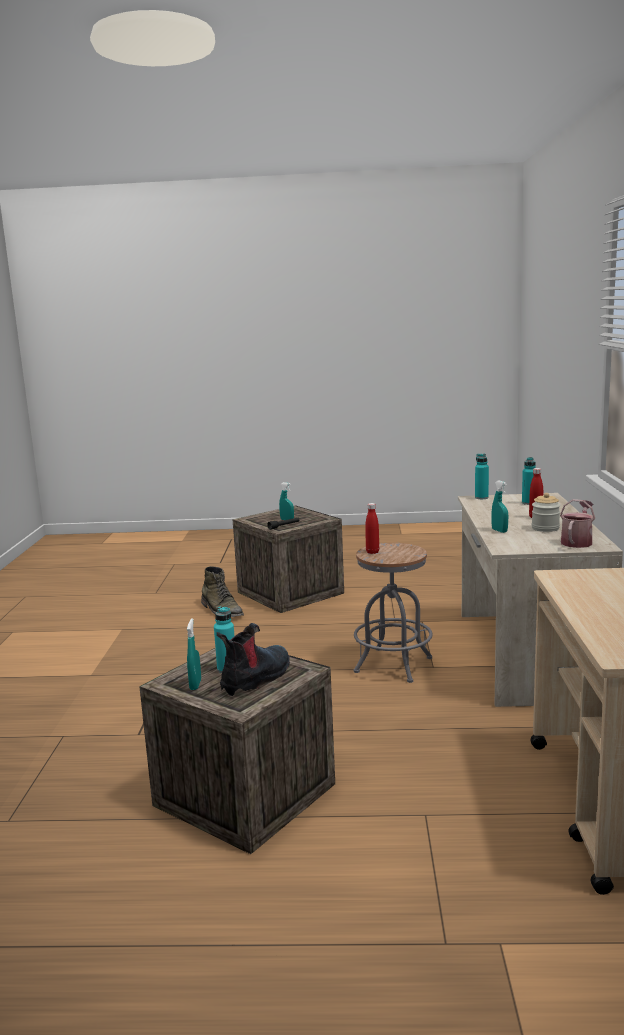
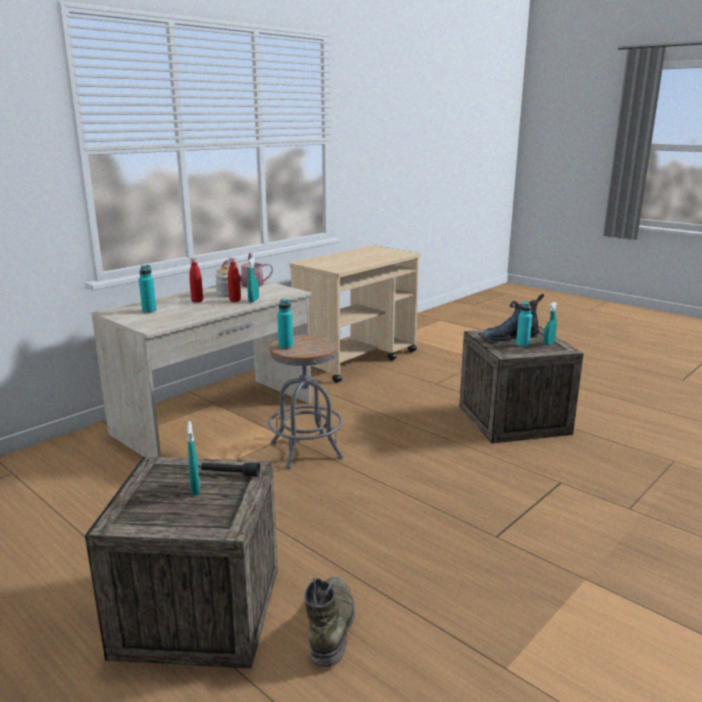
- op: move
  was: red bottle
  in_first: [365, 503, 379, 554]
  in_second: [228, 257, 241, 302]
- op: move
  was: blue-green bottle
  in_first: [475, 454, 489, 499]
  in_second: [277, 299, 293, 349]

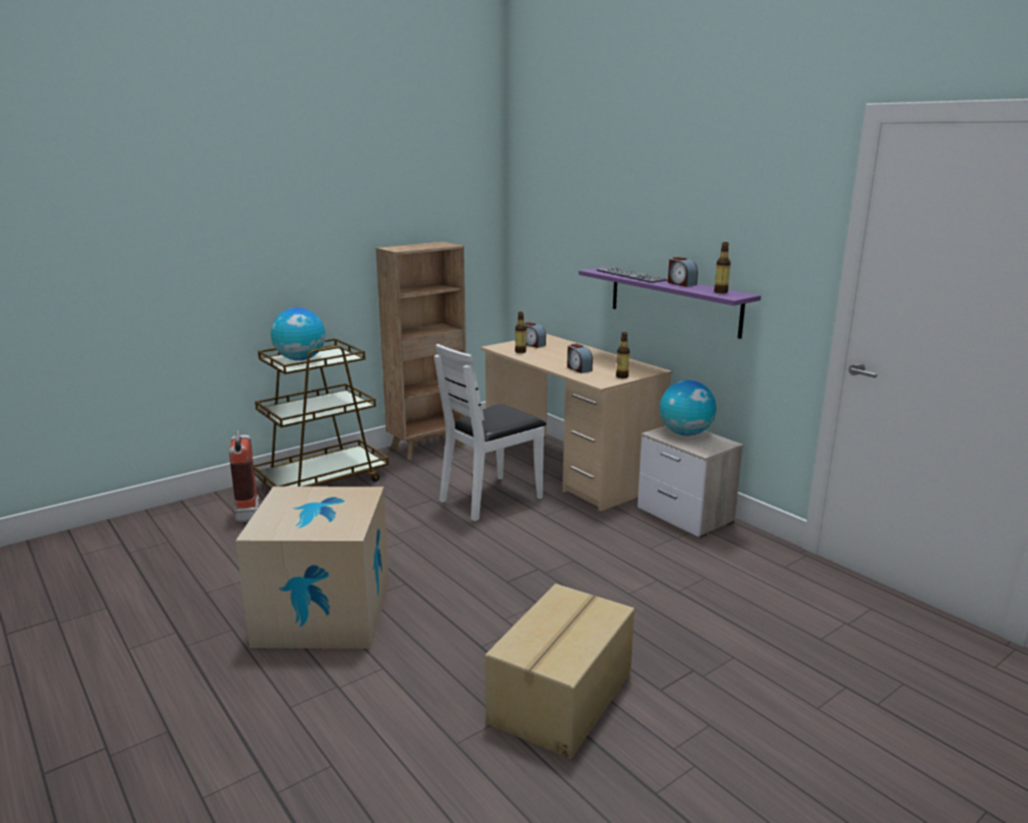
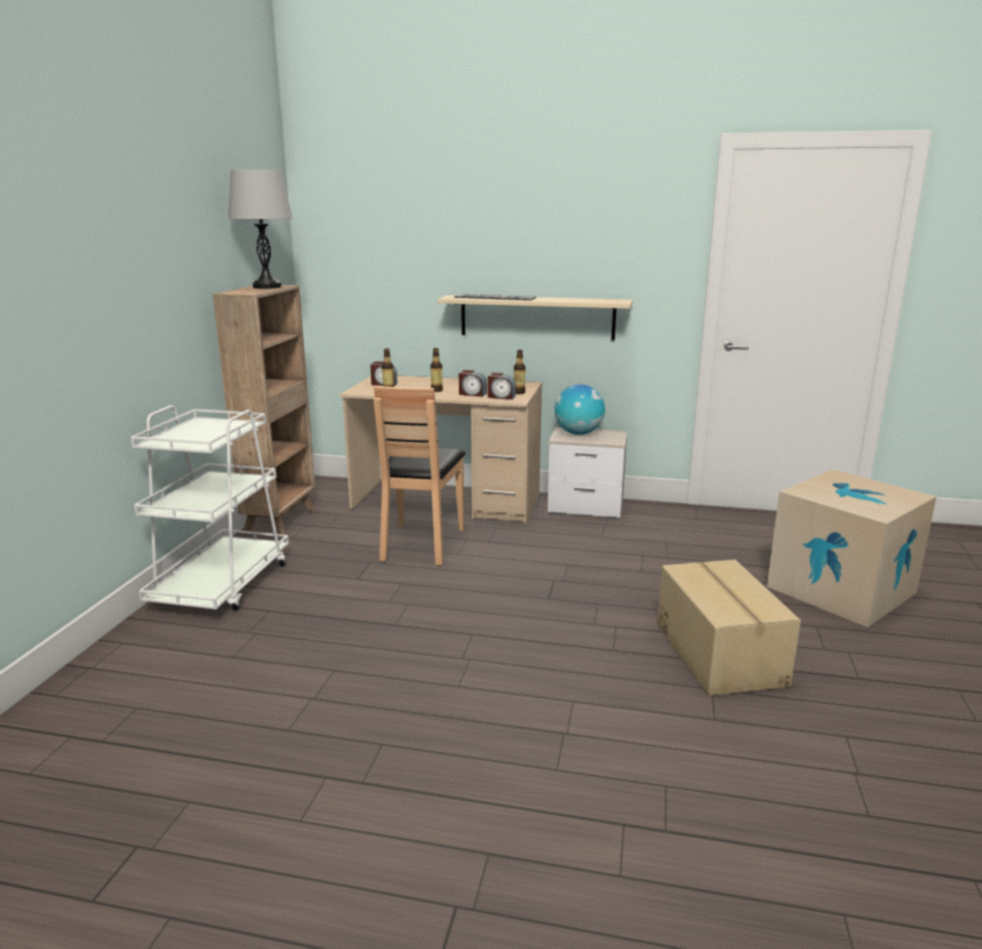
- op: delete
  was: fire-fighting cylinder
  in_first: [229, 430, 260, 522]
- op: delete
  was: world globe
  in_first: [271, 308, 325, 361]
- op: insert
  now: gray lamp for a table
  in_second: [228, 169, 292, 289]
- op: move
  was: cardboard box
  in_first: [236, 486, 389, 649]
  in_second: [767, 469, 937, 627]
- op: move
  was: table clock
  in_first: [668, 257, 698, 287]
  in_second: [488, 372, 516, 400]
- op: move
  was: bottle
  in_first: [714, 242, 731, 293]
  in_second: [430, 348, 443, 392]
- op: recolor
  was: brown-coloured trolley
  now: white-coloured trolley
  in_first: [253, 338, 389, 489]
  in_second: [131, 405, 289, 611]
- op: recolor
  was: white-coloured upright chair
  now: brown-coloured upright chair
  in_first: [434, 344, 546, 521]
  in_second: [374, 386, 466, 566]
- op: recolor
  was: purple-coloured shelf
  now: beige shelf
  in_first: [579, 267, 761, 339]
  in_second: [438, 295, 632, 340]

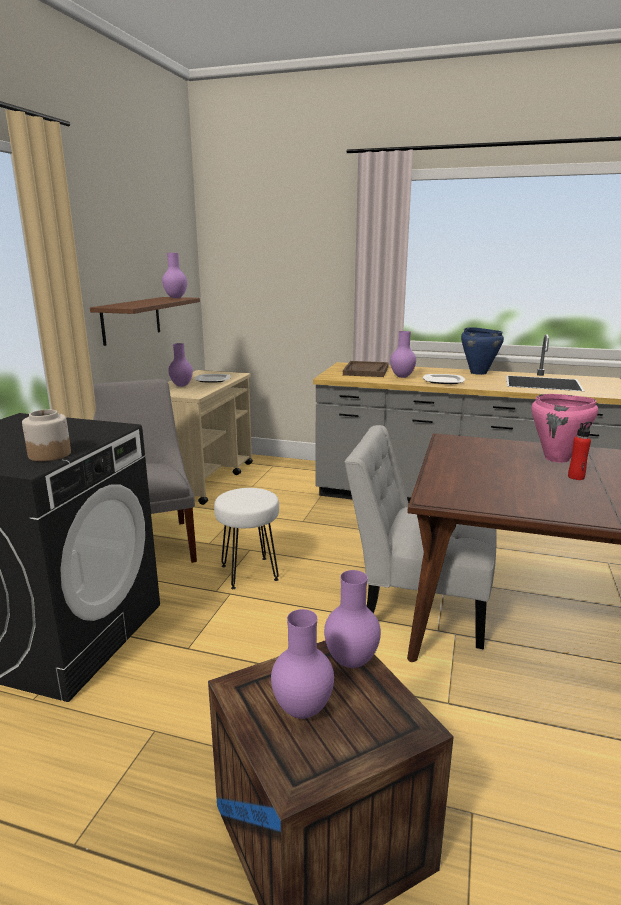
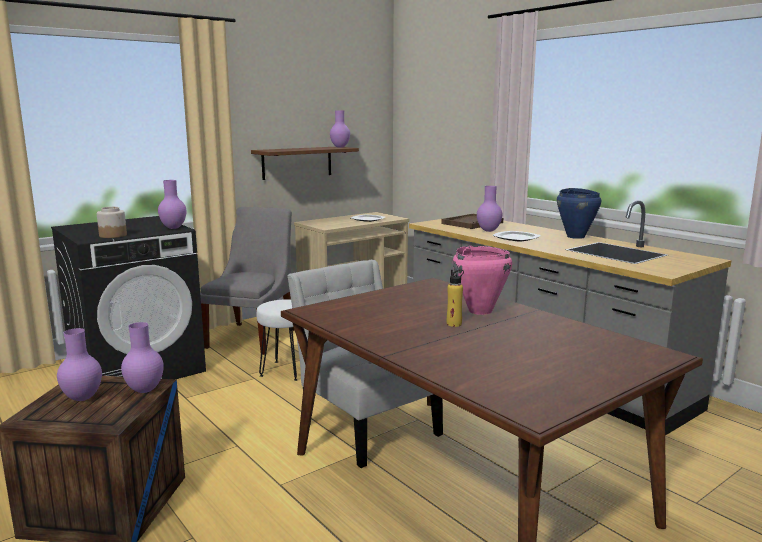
- op: move
  was: purple-coloured vase
  in_first: [168, 343, 193, 387]
  in_second: [158, 180, 186, 229]
- op: recolor
  was: red bottle
  now: yellowish bottle
  in_first: [568, 421, 592, 480]
  in_second: [447, 269, 464, 327]

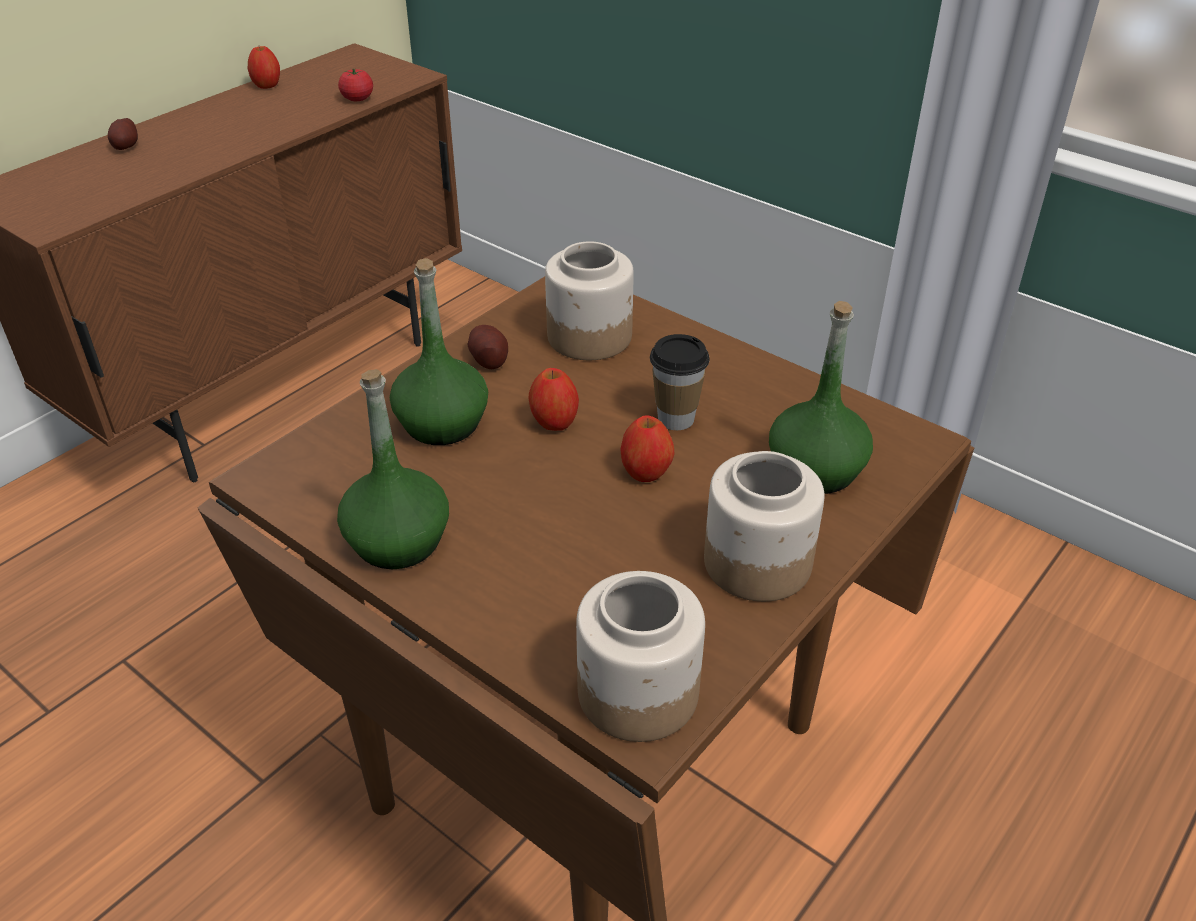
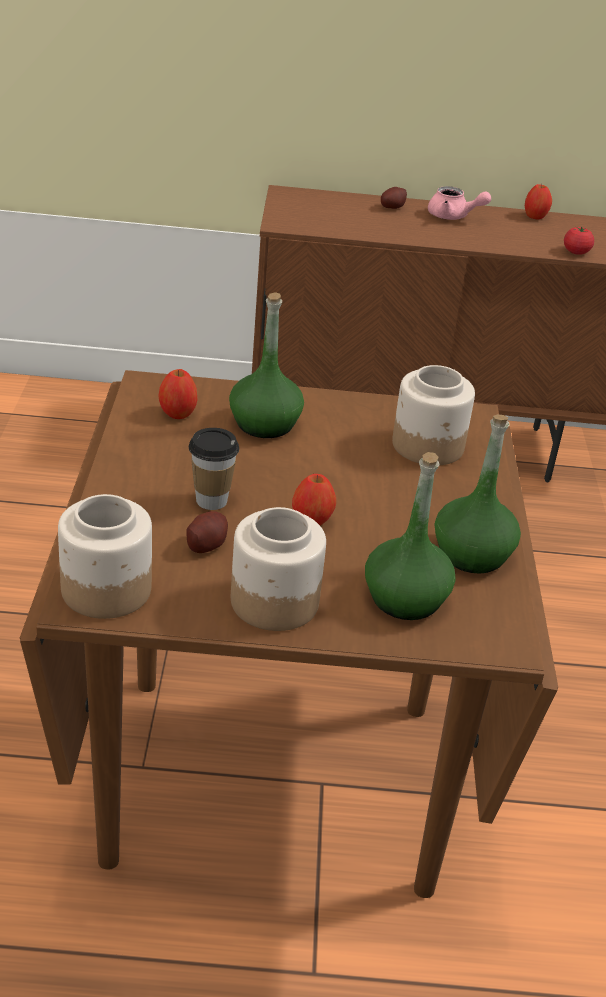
- op: insert
  now: pink pot for tea
  in_second: [428, 186, 491, 220]
- op: move
  was: green bottle
  in_first: [337, 369, 449, 569]
  in_second: [435, 415, 521, 574]
- op: move
  was: spud
  in_first: [468, 325, 508, 369]
  in_second: [186, 511, 228, 553]
- op: move
  was: apple fruit
  in_first: [529, 368, 579, 431]
  in_second: [159, 369, 198, 419]
- op: move
  was: small cup
  in_first: [650, 334, 710, 430]
  in_second: [189, 428, 239, 510]

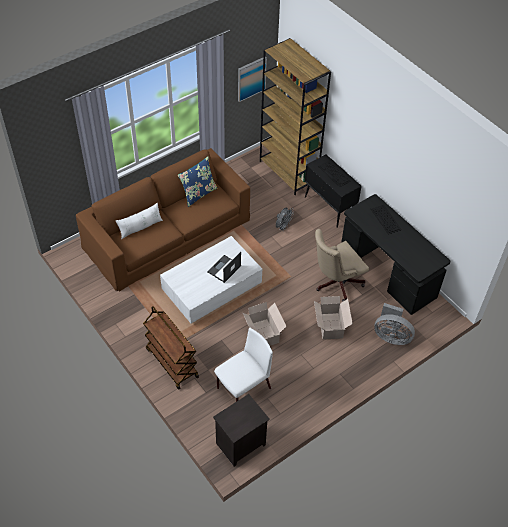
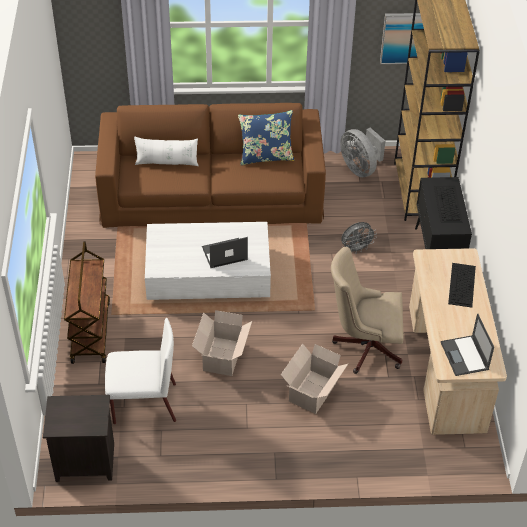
- op: insert
  now: notebook computer
  in_second: [441, 313, 494, 376]
- op: move
  was: gray electric fan
  in_first: [374, 303, 415, 345]
  in_second: [340, 128, 385, 177]
- op: recolor
  was: black desk table
  now: beige desk table
  in_first: [341, 194, 451, 315]
  in_second: [409, 248, 507, 435]

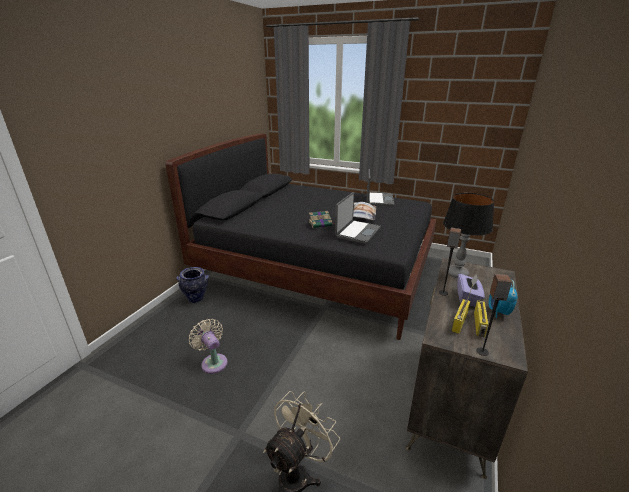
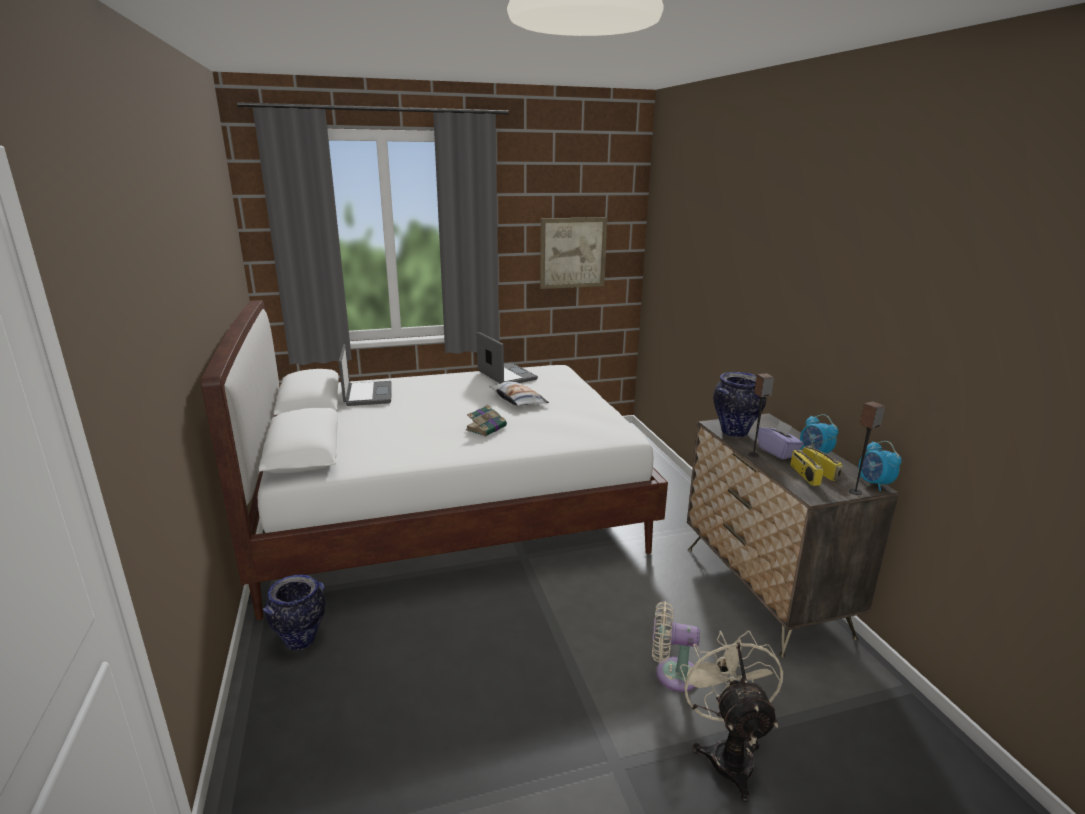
- op: insert
  now: wall picture
  in_second: [540, 217, 607, 289]
- op: insert
  now: table clock
  in_second: [859, 441, 902, 491]
- op: move
  was: beige electric fan
  in_first: [189, 319, 228, 374]
  in_second: [652, 601, 700, 692]
- op: move
  was: notebook computer
  in_first: [335, 192, 381, 244]
  in_second: [339, 344, 392, 406]
- op: replace
  was: lamp for a table
  now: vase
  in_first: [443, 193, 494, 278]
  in_second: [713, 372, 766, 437]
- op: recolor
  was: black sleeping bed
  now: white-coloured sleeping bed
  in_first: [165, 133, 436, 340]
  in_second: [201, 300, 668, 620]

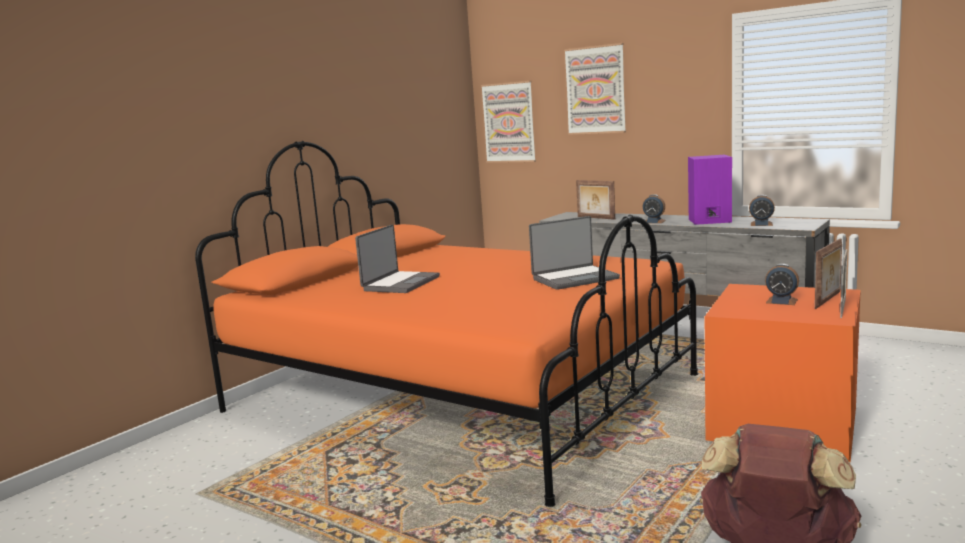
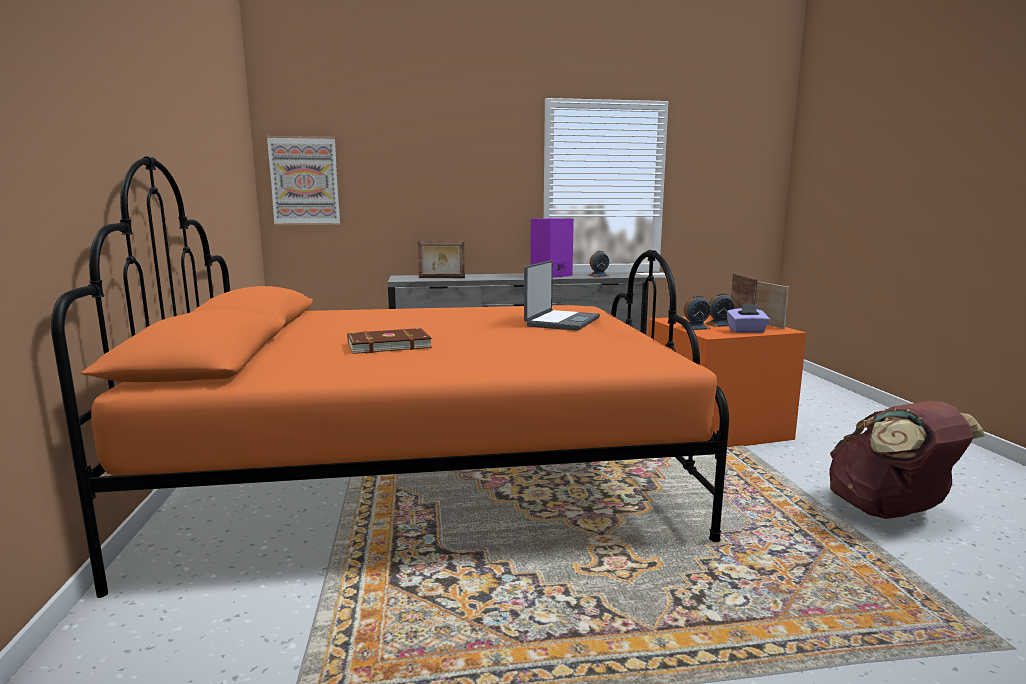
- op: delete
  was: wall picture
  in_first: [564, 43, 626, 135]
- op: insert
  now: purple-coloured tissue holder
  in_second: [727, 304, 770, 333]
- op: move
  was: table clock
  in_first: [643, 194, 666, 223]
  in_second: [681, 296, 711, 330]
- op: replace
  was: notebook computer
  now: brown-coloured book
  in_first: [355, 225, 440, 293]
  in_second: [347, 328, 432, 354]

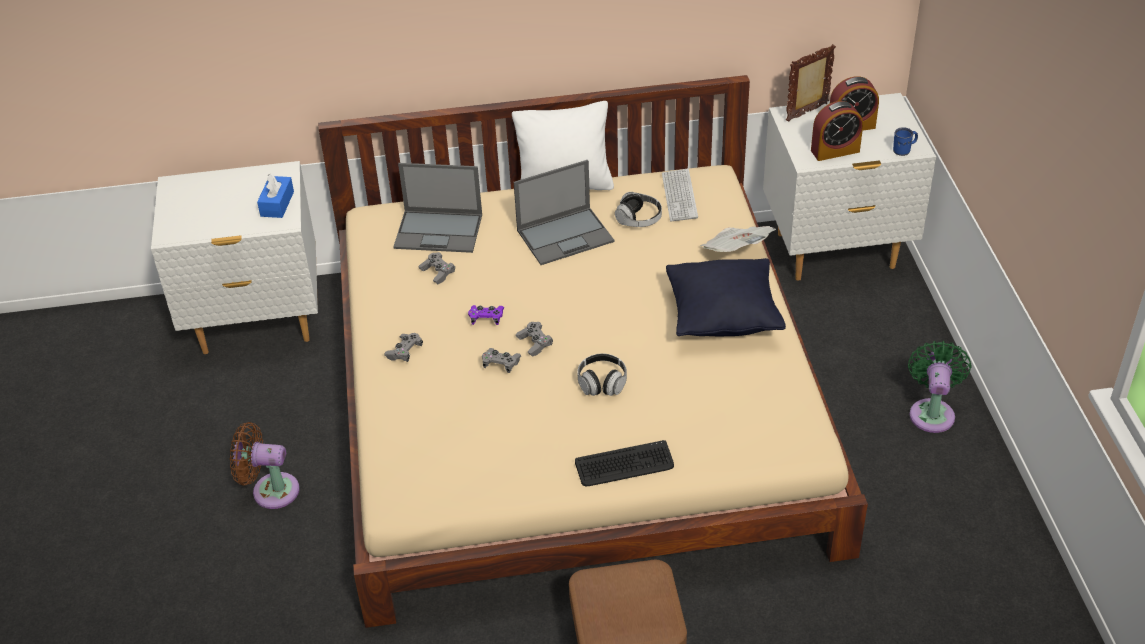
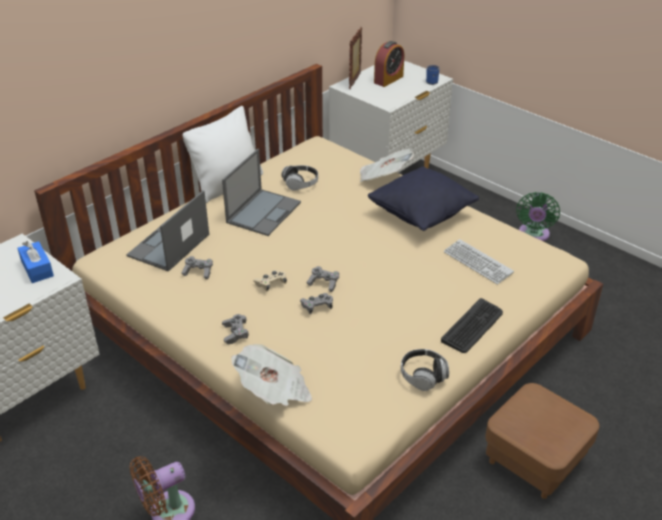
- op: delete
  was: table clock
  in_first: [811, 101, 863, 161]
- op: insert
  now: printed paper
  in_second: [231, 344, 312, 406]
- op: move
  was: headset
  in_first: [577, 353, 627, 396]
  in_second: [401, 349, 449, 391]
- op: move
  was: keyboard
  in_first: [662, 169, 698, 221]
  in_second: [444, 239, 514, 284]
- op: recolor
  was: purple-coloured joypad
  now: beige joypad
  in_first: [468, 305, 504, 325]
  in_second: [254, 270, 287, 291]
- op: rotate
  was: notebook computer
  in_first: [393, 163, 482, 253]
  in_second: [126, 190, 209, 272]
  clockwise: 150
- op: rotate
  was: green electric fan
  in_first: [908, 341, 971, 433]
  in_second: [516, 192, 560, 241]
  clockwise: -135

